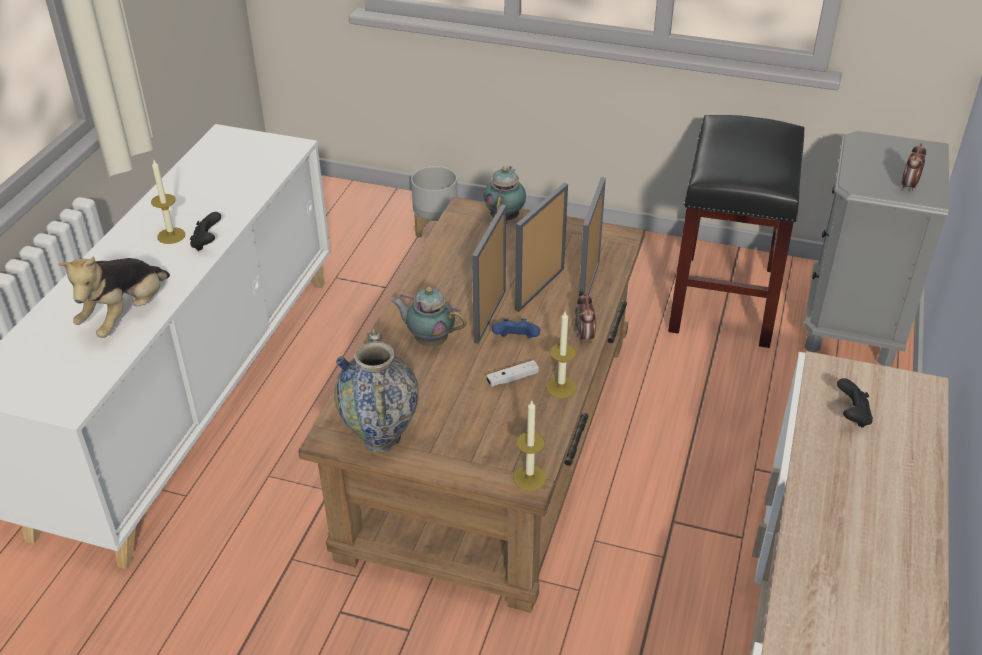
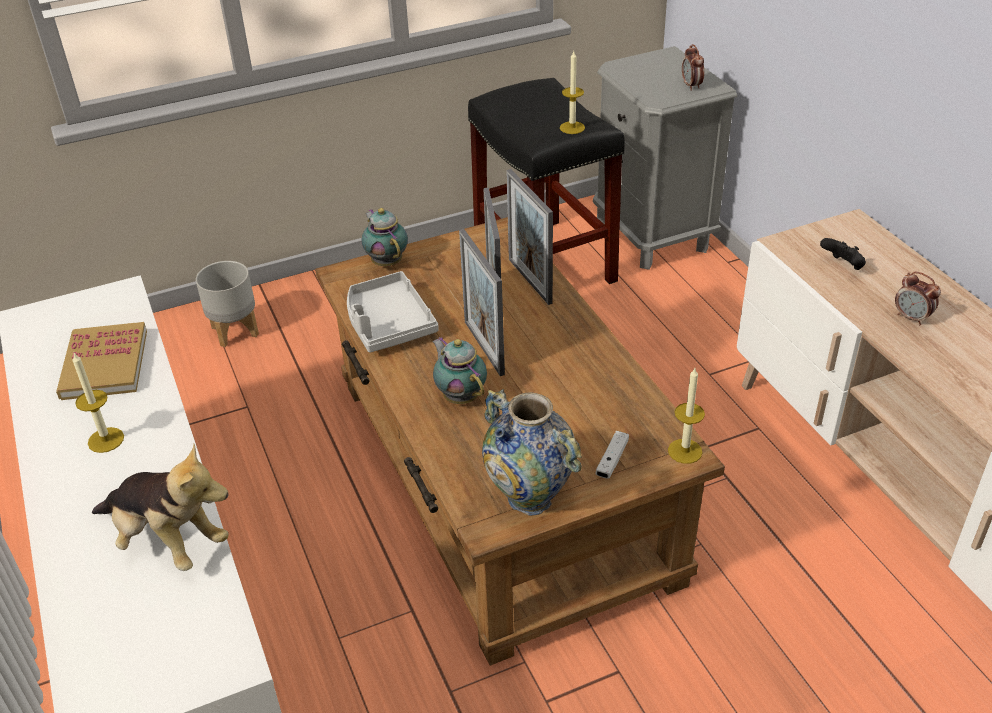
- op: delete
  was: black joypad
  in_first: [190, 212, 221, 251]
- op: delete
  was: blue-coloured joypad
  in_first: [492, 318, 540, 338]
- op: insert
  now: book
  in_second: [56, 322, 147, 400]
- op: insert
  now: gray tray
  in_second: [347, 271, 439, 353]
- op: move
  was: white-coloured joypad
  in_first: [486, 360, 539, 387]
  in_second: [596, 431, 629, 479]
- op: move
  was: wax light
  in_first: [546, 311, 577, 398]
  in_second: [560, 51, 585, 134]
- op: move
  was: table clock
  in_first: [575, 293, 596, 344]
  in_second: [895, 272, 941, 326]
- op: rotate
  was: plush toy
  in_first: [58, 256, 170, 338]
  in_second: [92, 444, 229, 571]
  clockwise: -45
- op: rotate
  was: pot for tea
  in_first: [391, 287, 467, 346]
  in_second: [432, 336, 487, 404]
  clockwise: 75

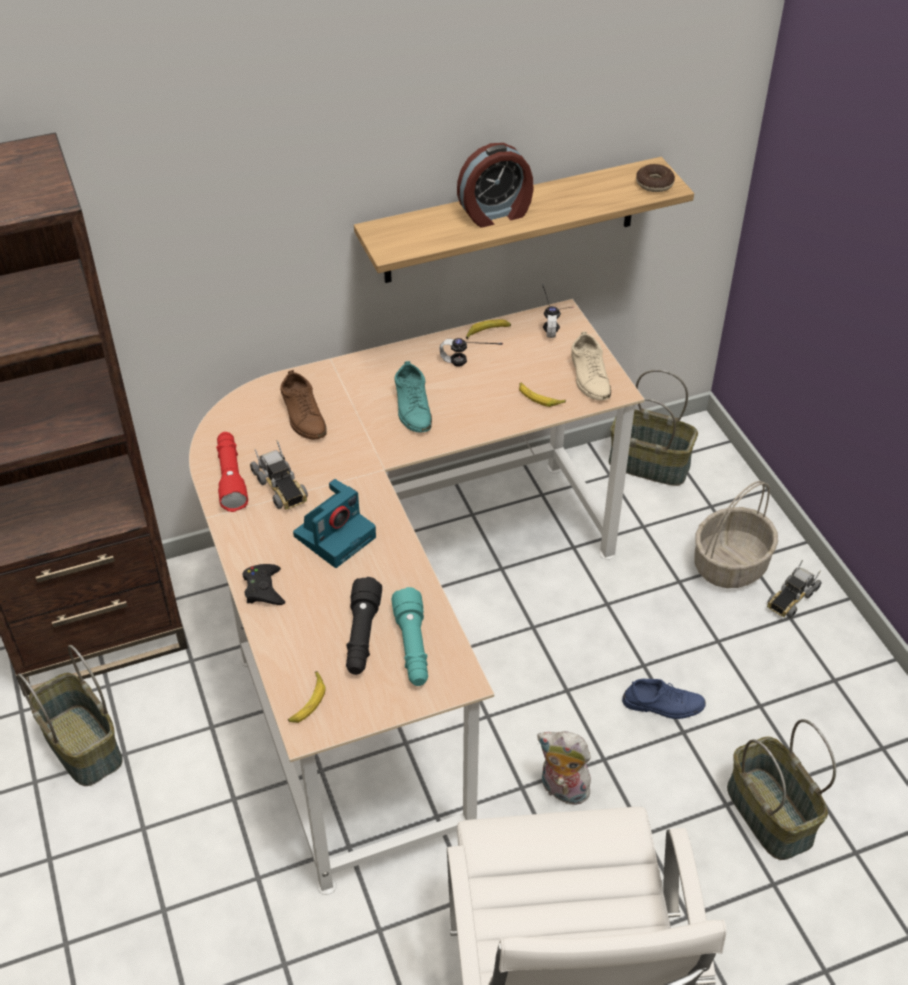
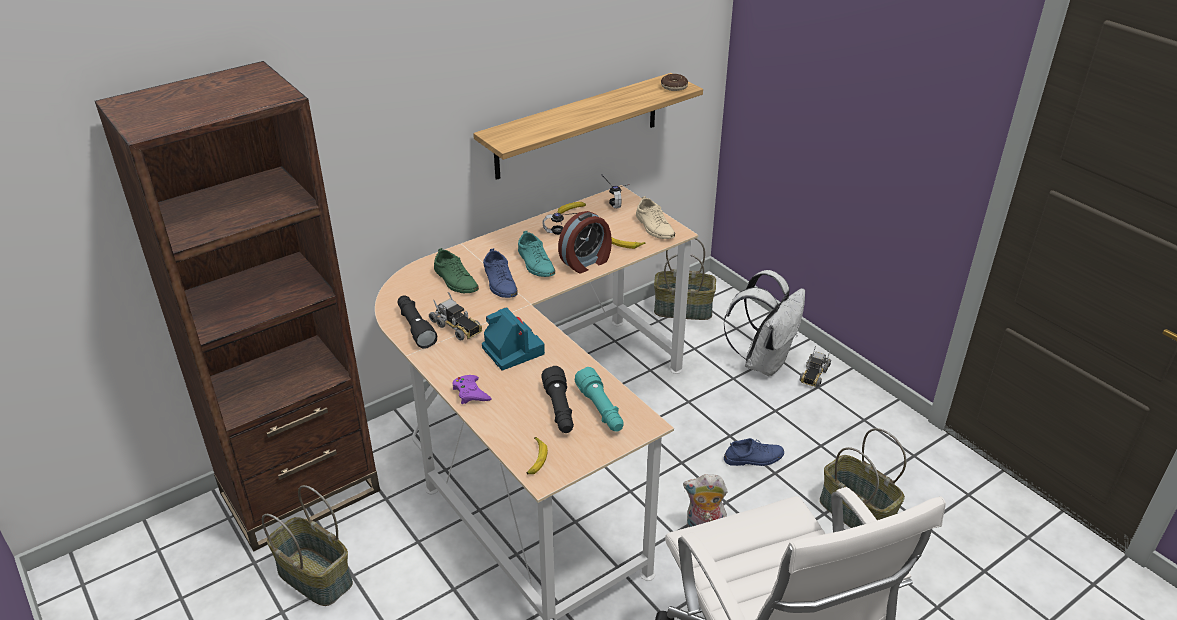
- op: insert
  now: blue-coloured low shoe
  in_second: [483, 248, 517, 298]
- op: move
  was: table clock
  in_first: [457, 143, 534, 227]
  in_second: [558, 211, 612, 273]
- op: replace
  was: household basket
  now: white-coloured rucksack
  in_first: [695, 481, 778, 588]
  in_second: [724, 270, 805, 376]
- op: recolor
  was: red hand torch
  now: black hand torch
  in_first: [216, 432, 248, 512]
  in_second: [397, 295, 437, 349]
- op: recolor
  was: black joypad
  now: purple-coloured joypad
  in_first: [243, 564, 285, 605]
  in_second: [452, 375, 492, 404]
- op: recolor
  was: brown-coloured low shoe
  now: green low shoe
  in_first: [280, 370, 327, 439]
  in_second: [434, 248, 479, 293]
- op: rotate
  was: photo camera
  in_first: [293, 479, 376, 568]
  in_second: [482, 307, 545, 370]
  clockwise: -60

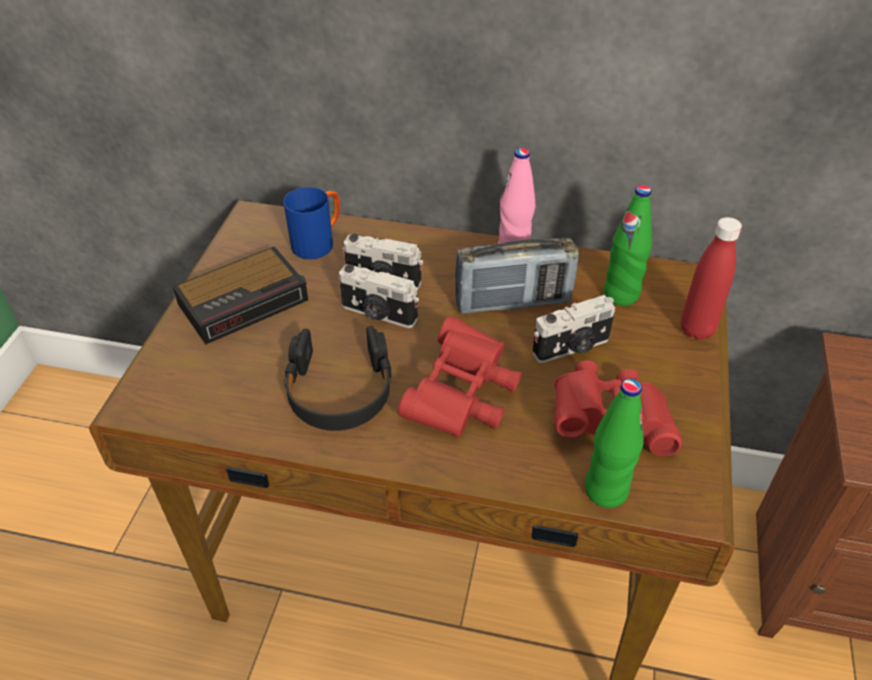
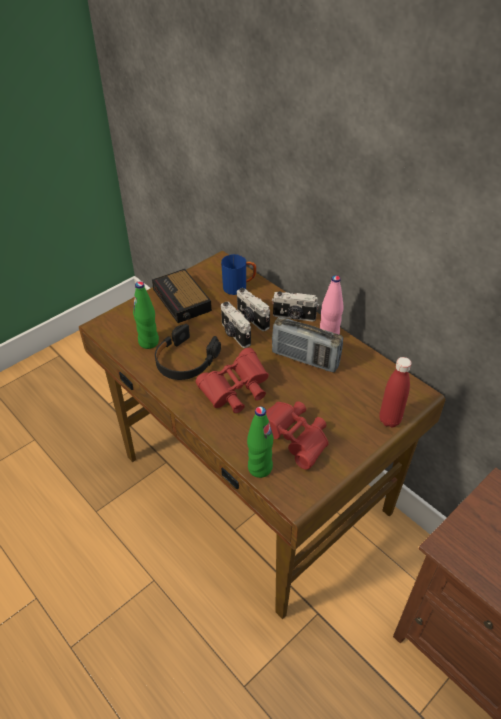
- op: move
  was: photo camera
  in_first: [532, 295, 615, 363]
  in_second: [272, 291, 319, 322]
- op: move
  was: green bottle
  in_first: [604, 185, 652, 306]
  in_second: [133, 281, 159, 349]
- op: rotate
  was: table clock
  in_first: [173, 246, 308, 345]
  in_second: [152, 269, 212, 323]
  clockwise: 60

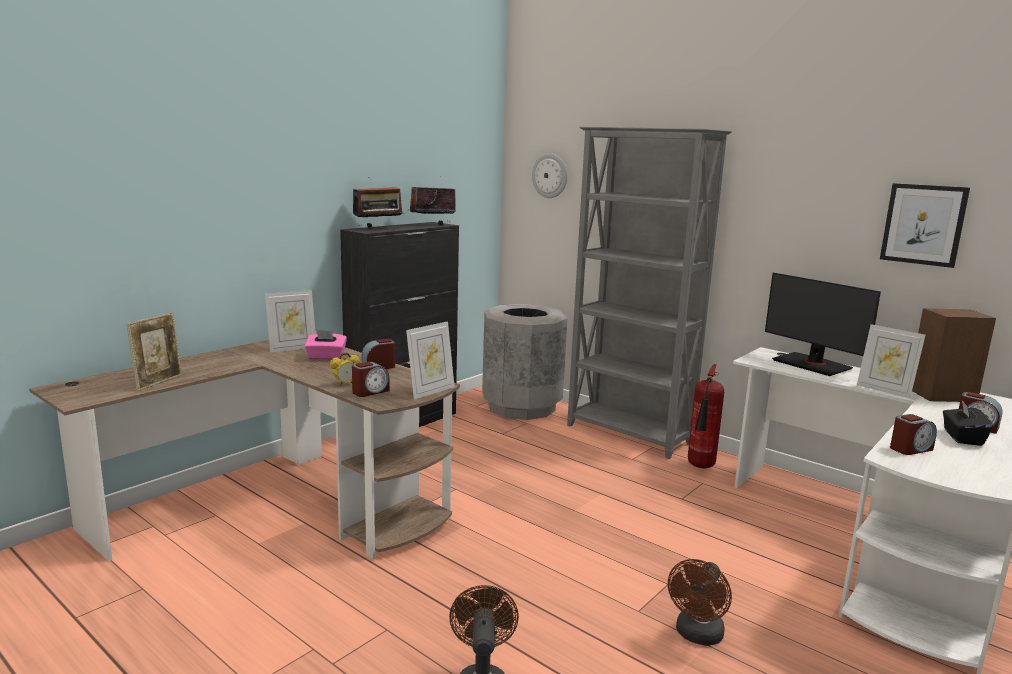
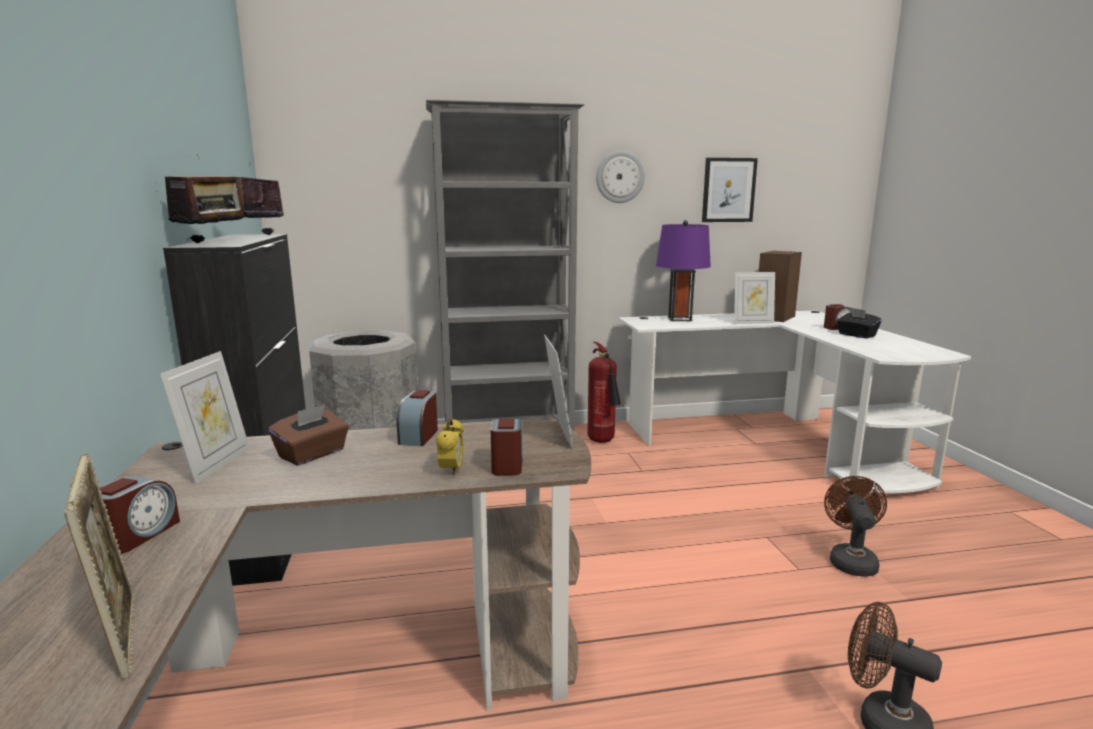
- op: move
  was: hanging clock
  in_first: [532, 153, 567, 198]
  in_second: [596, 150, 645, 203]
- op: move
  was: table clock
  in_first: [890, 414, 937, 455]
  in_second: [100, 476, 180, 554]
- op: replace
  was: computer screen
  now: purple-coloured lamp for a table
  in_first: [765, 273, 881, 376]
  in_second: [656, 220, 711, 321]
- op: recolor
  was: pink tissue holder
  now: brown-coloured tissue holder
  in_first: [305, 330, 347, 360]
  in_second: [269, 405, 349, 466]
- op: rotate
  was: brown-coloured electric fan
  in_first: [668, 559, 732, 646]
  in_second: [824, 476, 887, 577]
  clockwise: -150

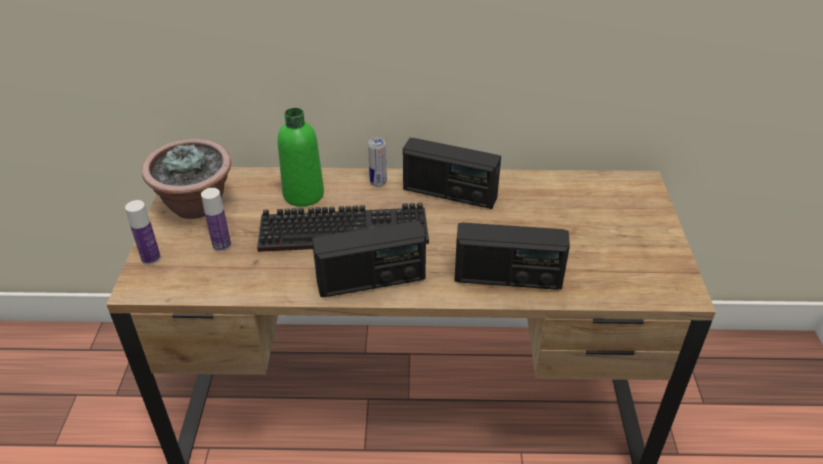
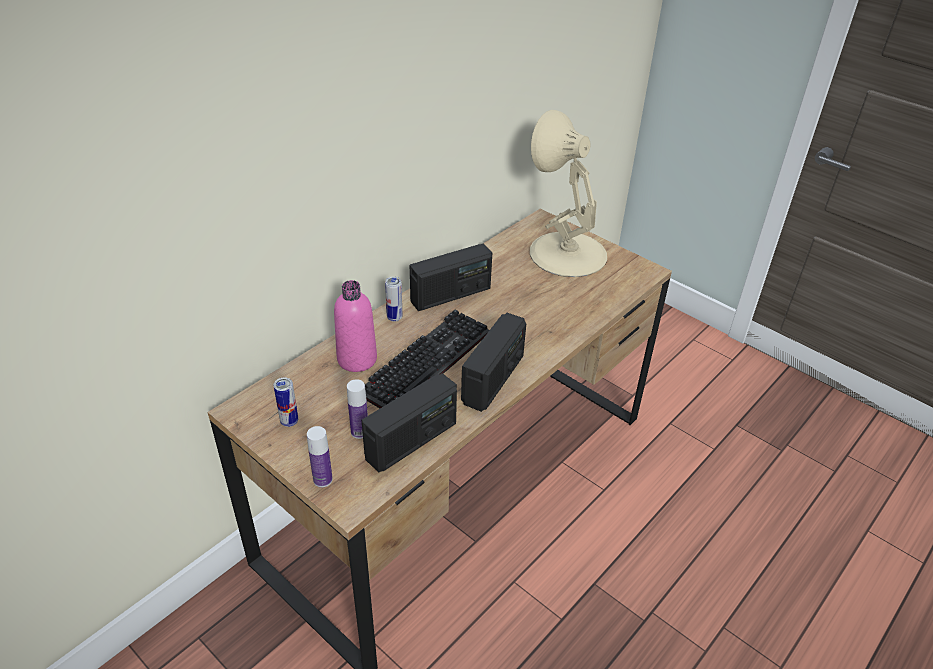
- op: insert
  now: beige lamp for a table
  in_second: [530, 110, 607, 277]
- op: move
  was: radio receiver
  in_first: [454, 222, 570, 290]
  in_second: [362, 373, 457, 472]
- op: replace
  was: houseplant
  now: sealed can
  in_first: [142, 139, 231, 219]
  in_second: [274, 377, 298, 427]
- op: recolor
  was: green bottle
  now: pink bottle
  in_first: [278, 108, 324, 207]
  in_second: [334, 280, 377, 372]

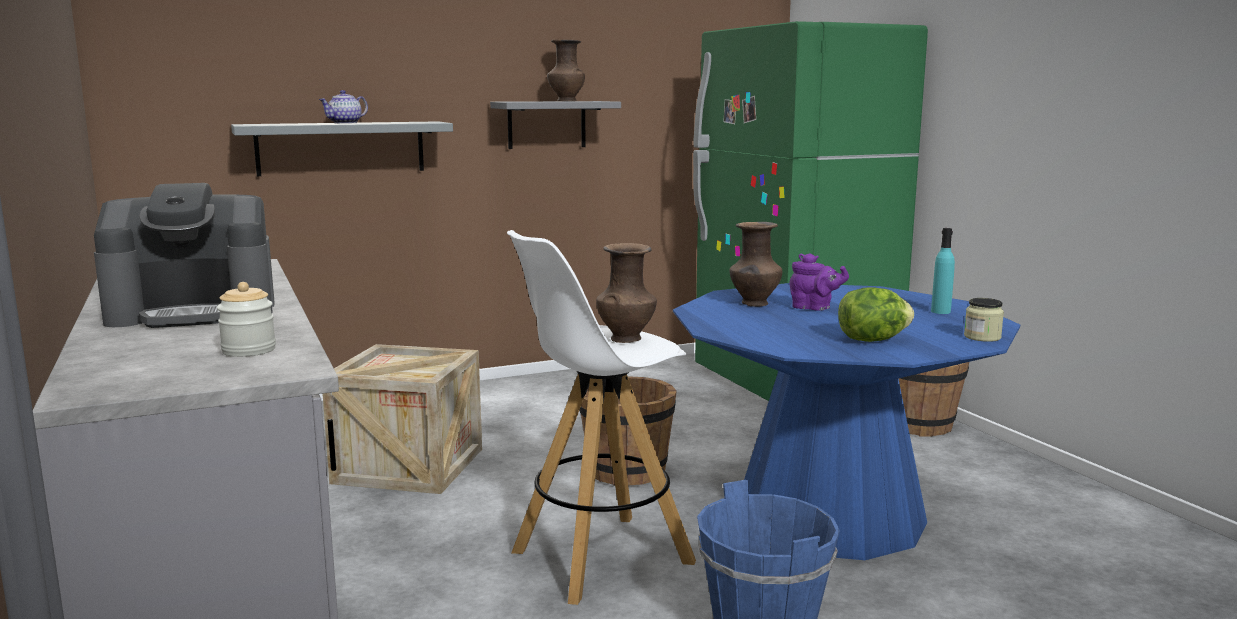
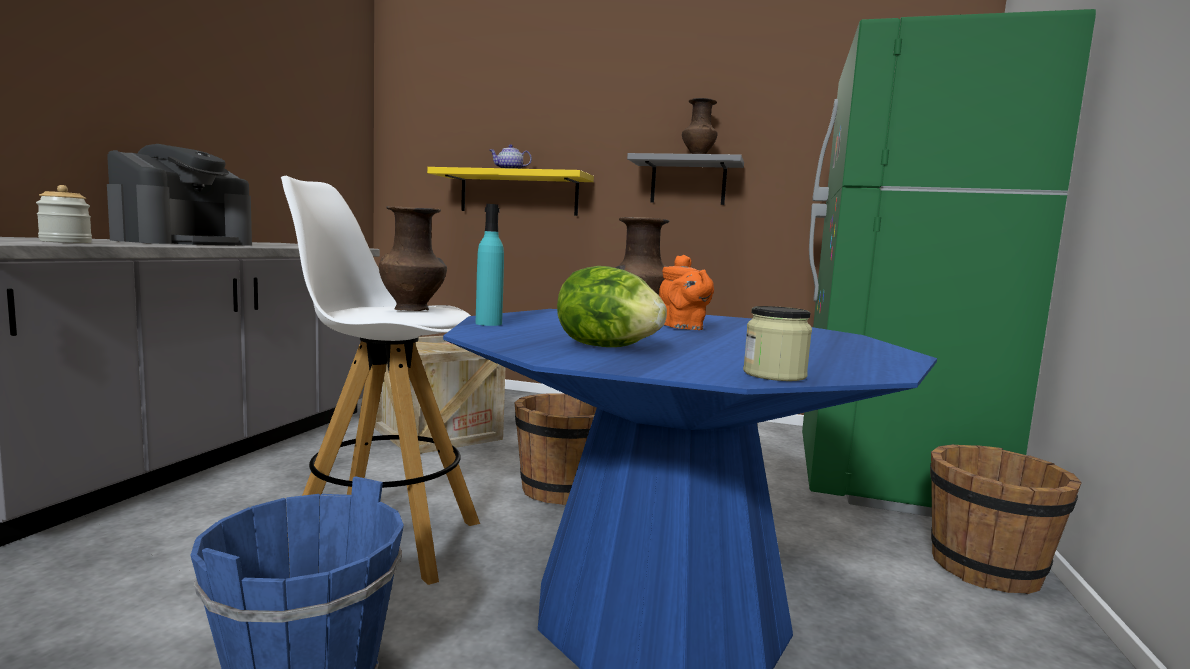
- op: move
  was: blue-green bottle
  in_first: [931, 228, 955, 314]
  in_second: [475, 204, 504, 326]
- op: recolor
  was: gray shelf
  now: yellowish shelf
  in_first: [231, 121, 453, 176]
  in_second: [427, 167, 594, 216]
- op: recolor
  was: purple-coloured pot for tea
  now: orange pot for tea
  in_first: [789, 253, 849, 311]
  in_second: [659, 255, 714, 330]
- op: rotate
  was: coffee maker
  in_first: [94, 183, 275, 328]
  in_second: [107, 144, 252, 245]
  clockwise: -90

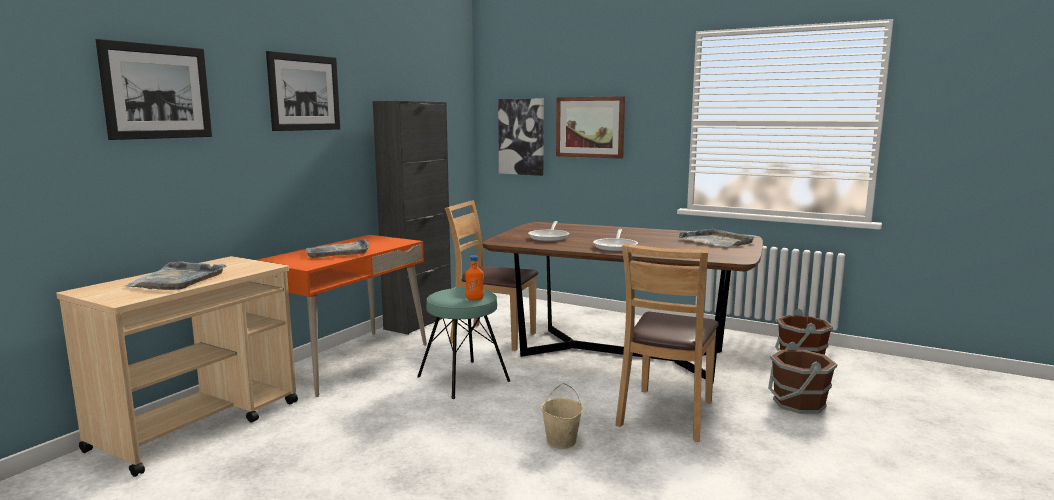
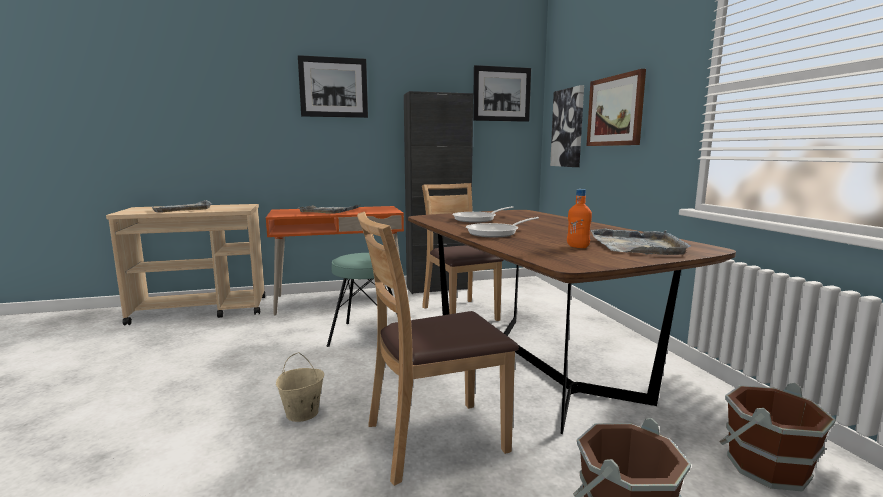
- op: move
  was: wall picture
  in_first: [96, 39, 212, 140]
  in_second: [473, 65, 531, 122]
- op: move
  was: orange bottle
  in_first: [465, 256, 484, 300]
  in_second: [567, 189, 592, 248]

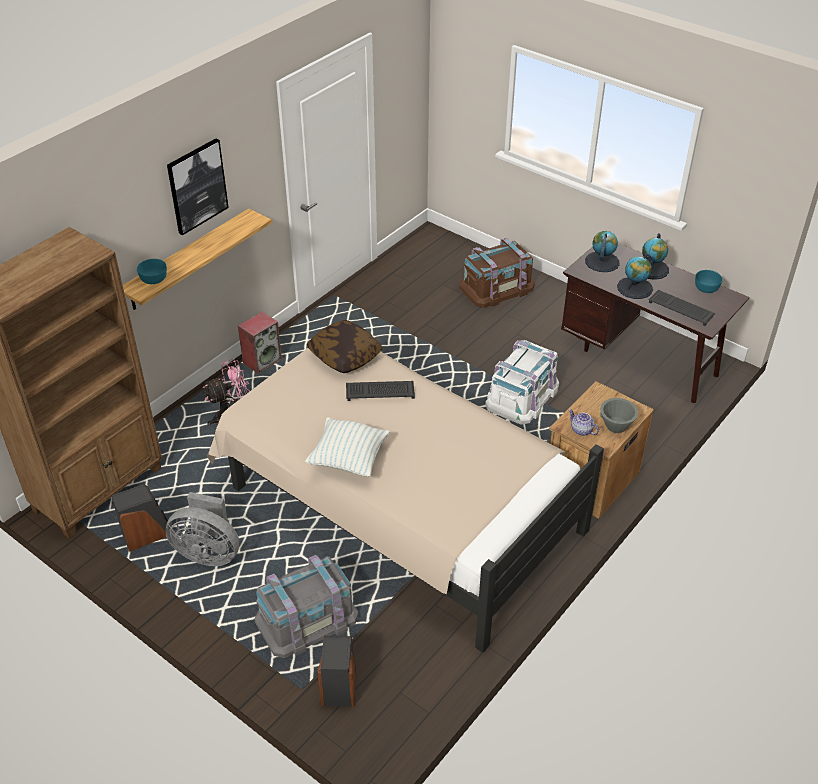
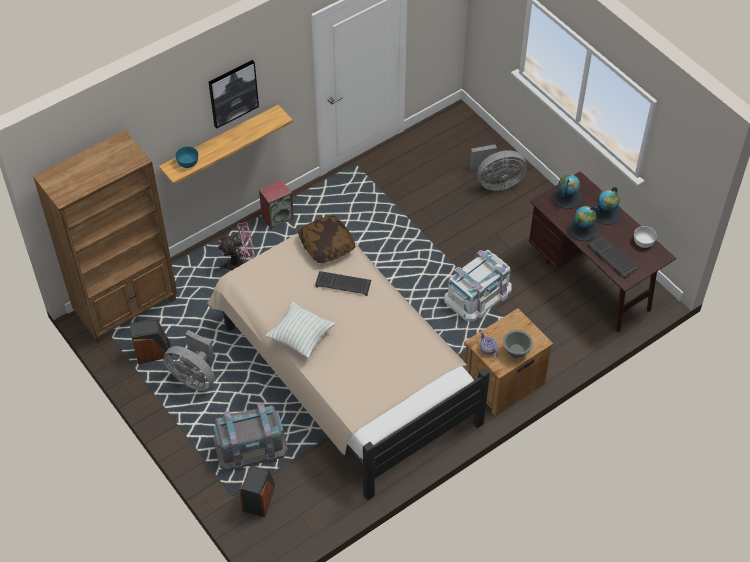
- op: replace
  was: brown-coloured storage bin
  now: gray electric fan
  in_first: [460, 238, 534, 308]
  in_second: [470, 145, 527, 191]
- op: recolor
  was: blue-green serving bowl
  now: white-coloured serving bowl
  in_first: [695, 270, 723, 293]
  in_second: [634, 226, 657, 248]

